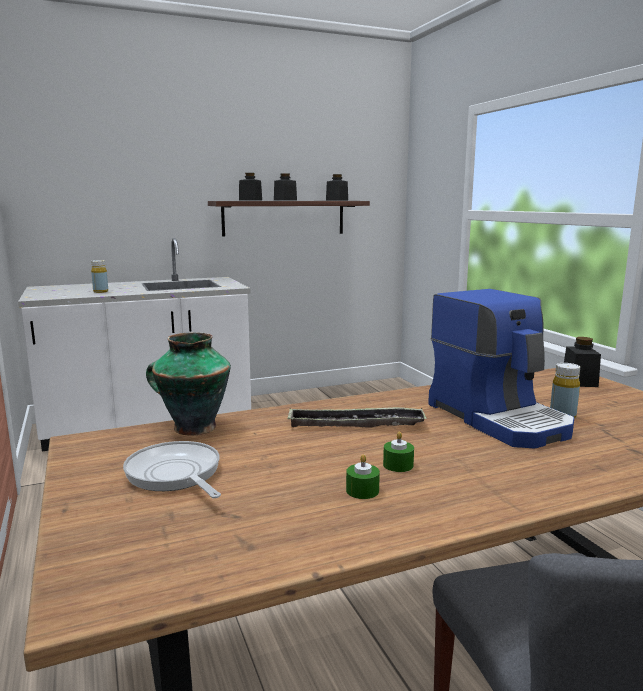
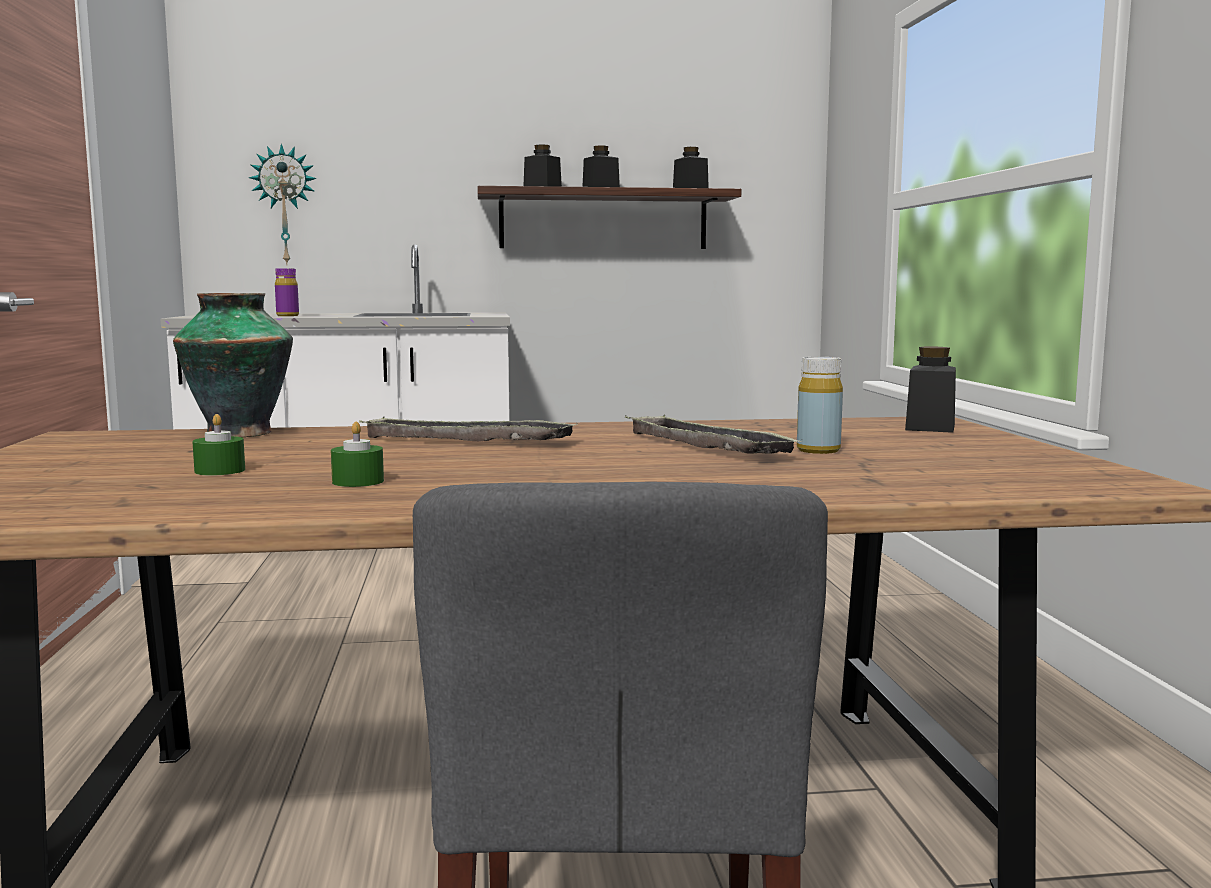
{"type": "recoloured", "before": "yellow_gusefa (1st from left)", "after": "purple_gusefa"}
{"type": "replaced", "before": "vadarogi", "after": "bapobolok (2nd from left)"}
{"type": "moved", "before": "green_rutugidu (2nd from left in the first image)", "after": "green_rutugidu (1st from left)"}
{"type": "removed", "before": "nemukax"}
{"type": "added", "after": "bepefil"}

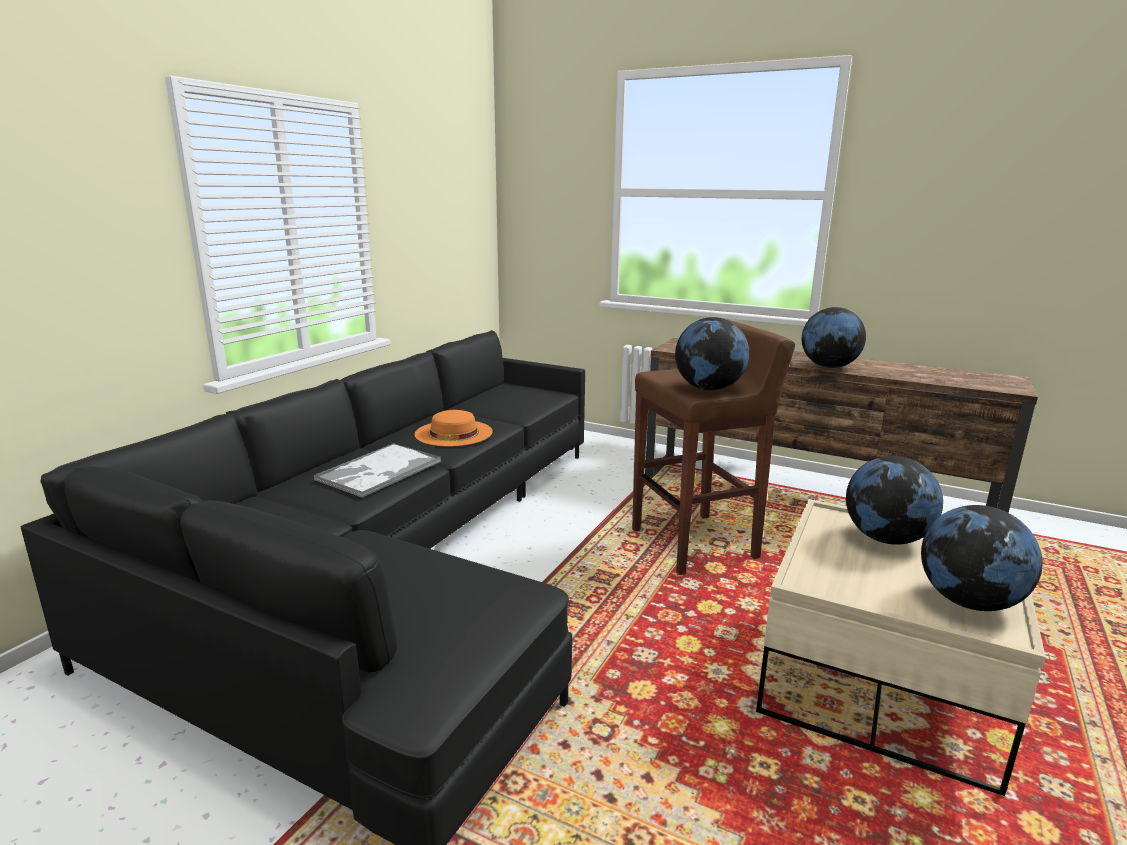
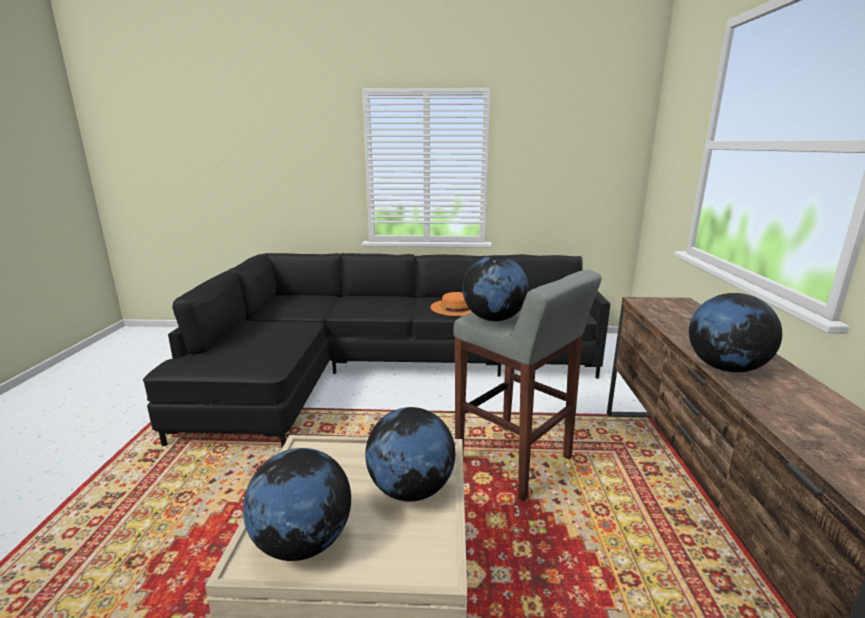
{"type": "recoloured", "before": "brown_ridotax", "after": "grey_ridotax"}
{"type": "removed", "before": "bapobolok"}

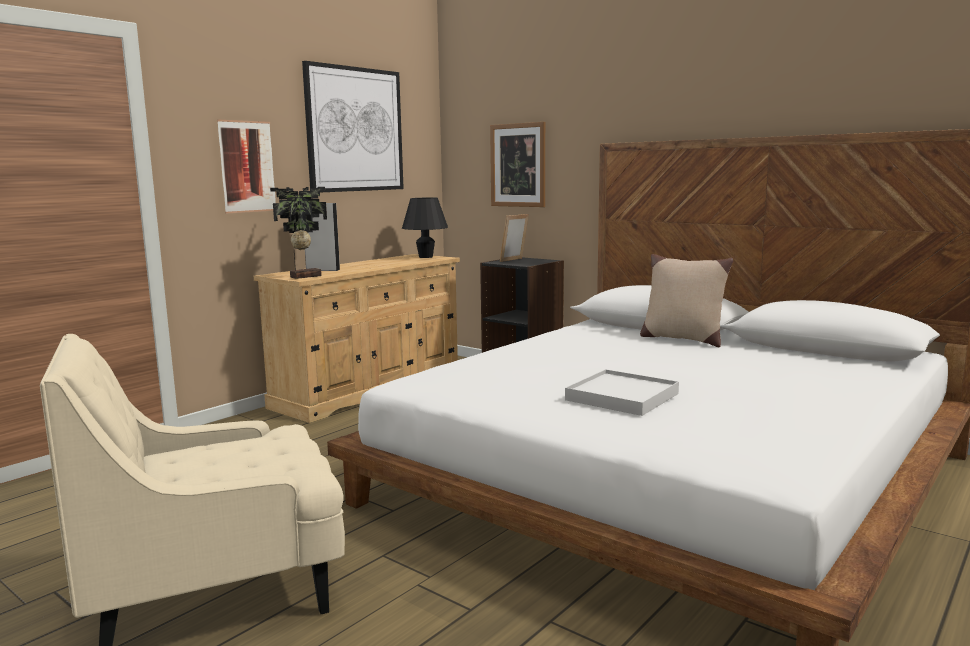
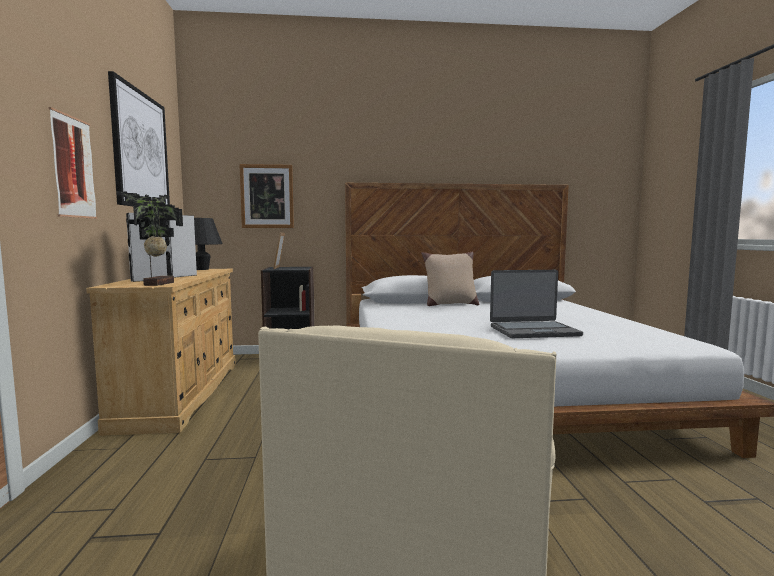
{"type": "replaced", "before": "white_bapobolok", "after": "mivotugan"}
{"type": "added", "after": "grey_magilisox (2nd from left)"}

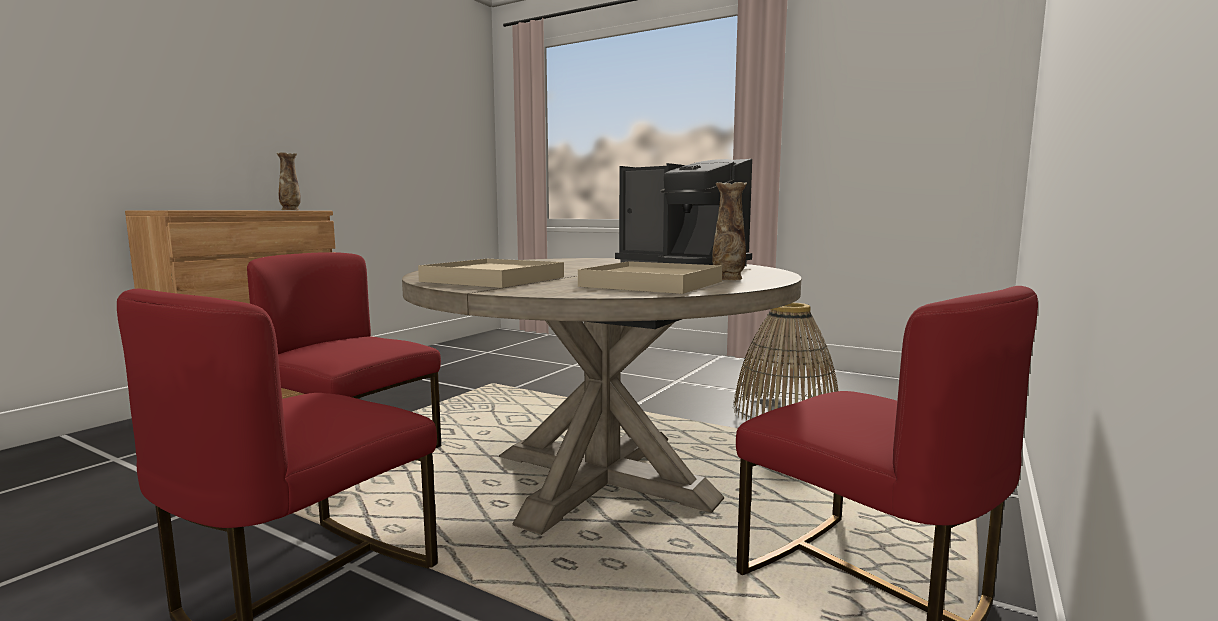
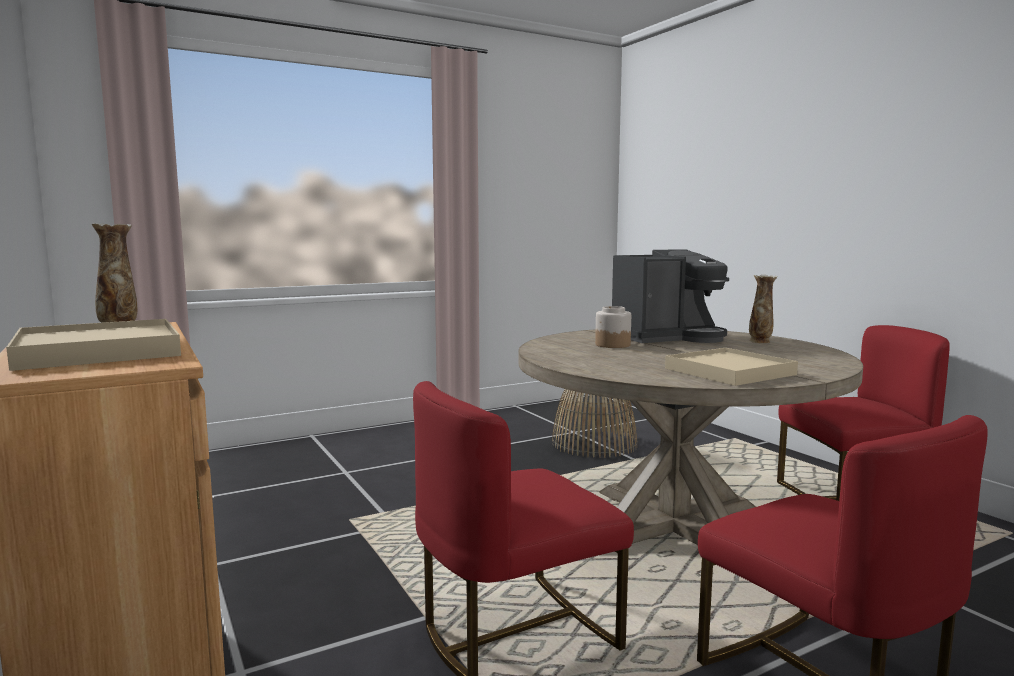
{"type": "moved", "before": "beige_bapobolok (2nd from left in the first image)", "after": "beige_bapobolok (1st from left)"}
{"type": "added", "after": "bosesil"}

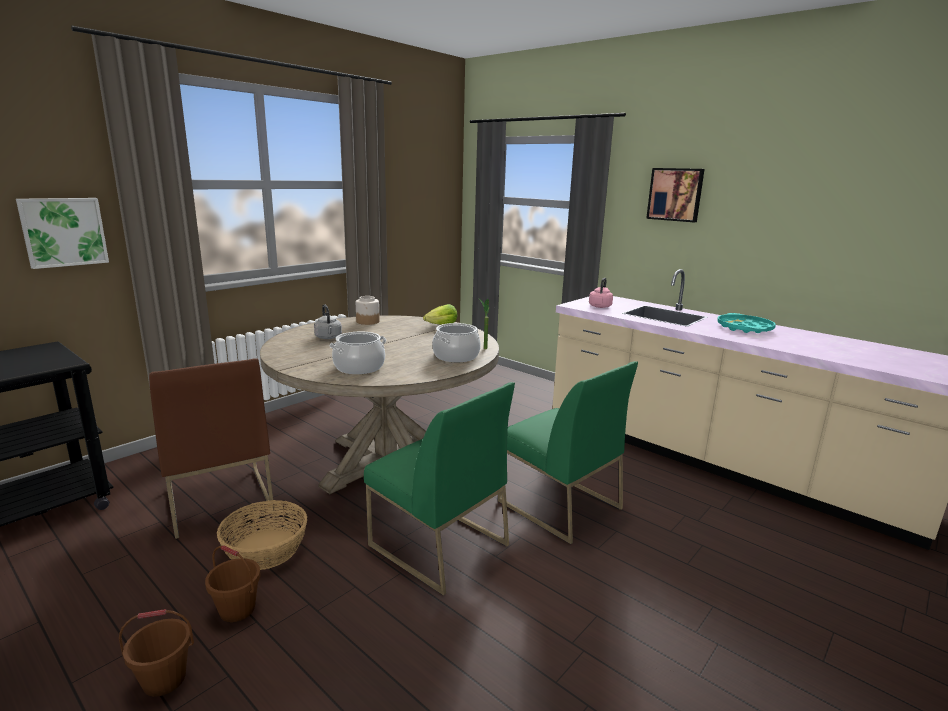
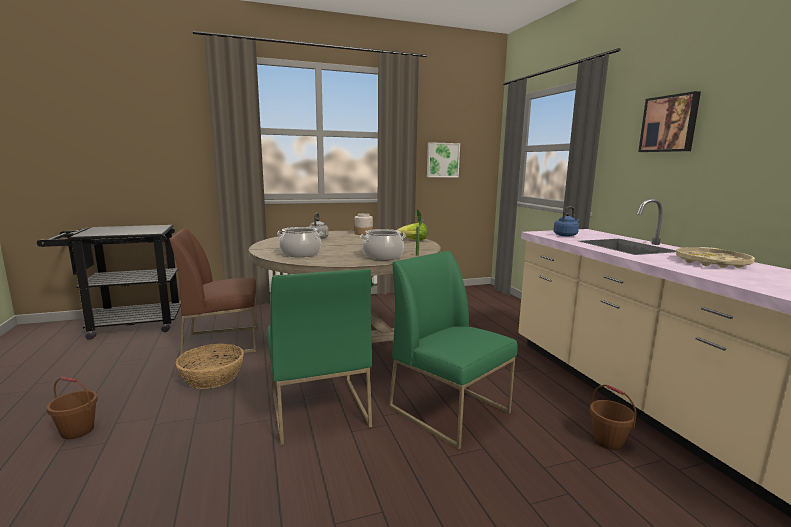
{"type": "moved", "before": "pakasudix (1st from left)"}
{"type": "recoloured", "before": "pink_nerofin", "after": "blue_nerofin"}
{"type": "recoloured", "before": "turquoise_bapobolok", "after": "beige_bapobolok"}
{"type": "turned", "before": "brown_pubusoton", "turn": 75}
{"type": "turned", "before": "green_pubusoton (2nd from left)", "turn": 150}
{"type": "moved", "before": "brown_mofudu (2nd from left)"}

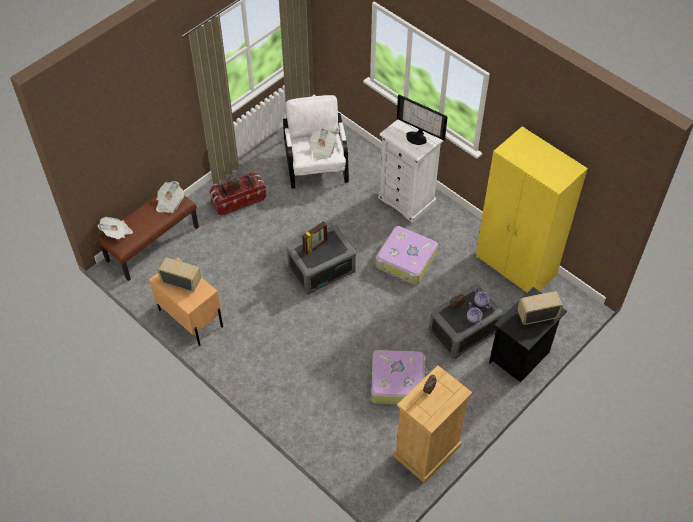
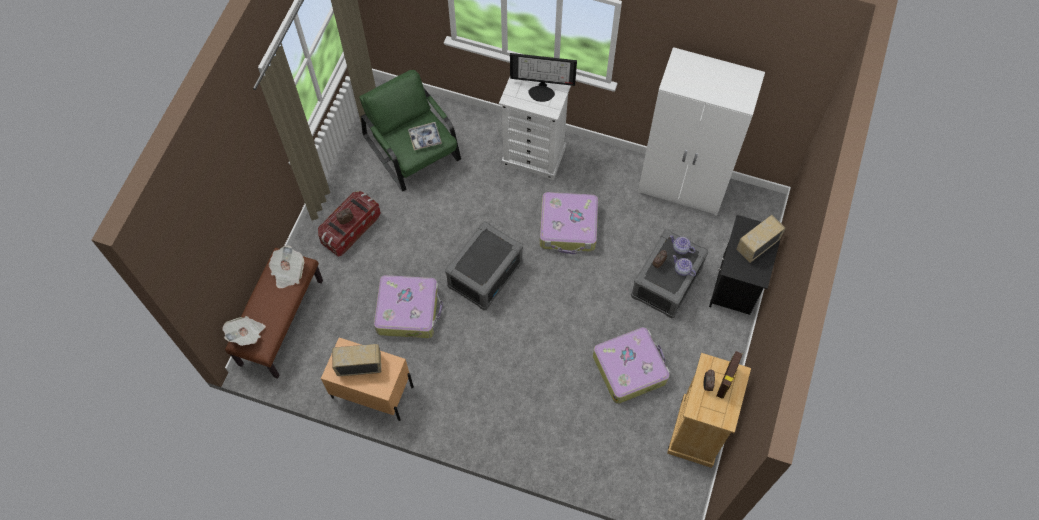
{"type": "recoloured", "before": "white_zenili", "after": "green_zenili"}
{"type": "recoloured", "before": "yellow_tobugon", "after": "white_tobugon"}
{"type": "replaced", "before": "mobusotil (3rd from left)", "after": "bapobolok"}
{"type": "moved", "before": "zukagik"}
{"type": "added", "after": "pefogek (1st from left)"}

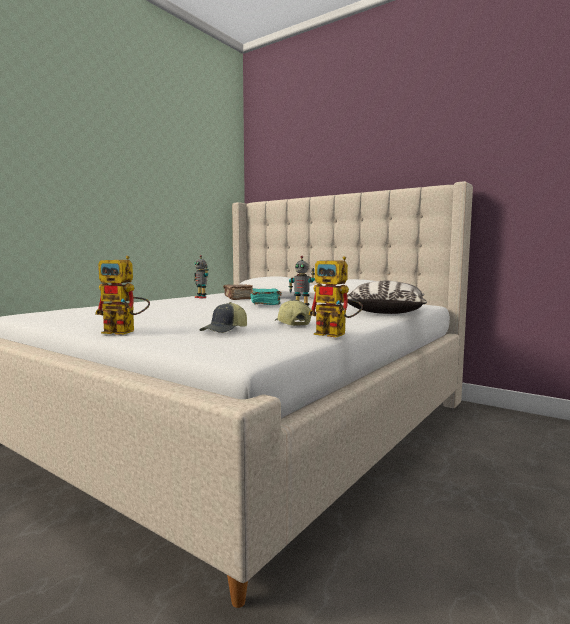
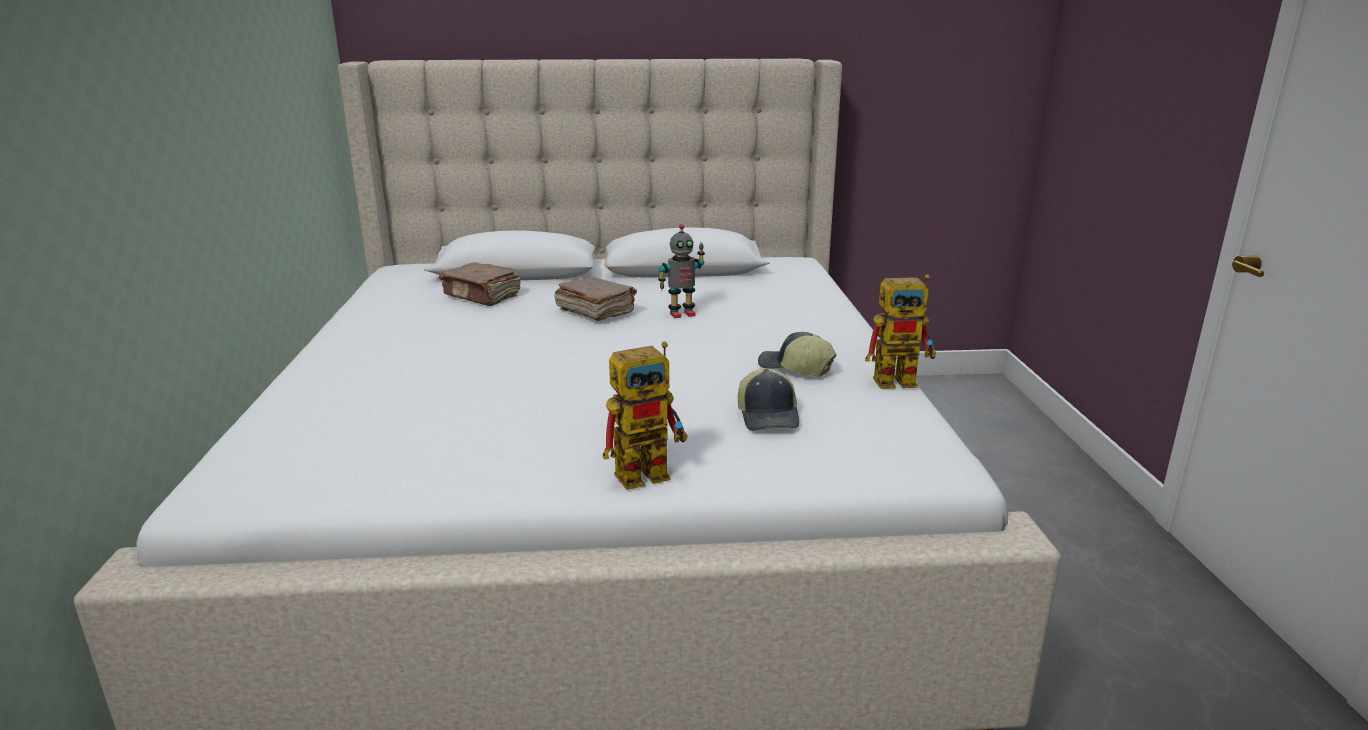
{"type": "removed", "before": "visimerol (2nd from left)"}
{"type": "removed", "before": "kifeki"}
{"type": "recoloured", "before": "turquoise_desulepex", "after": "brown_desulepex (2nd from left)"}

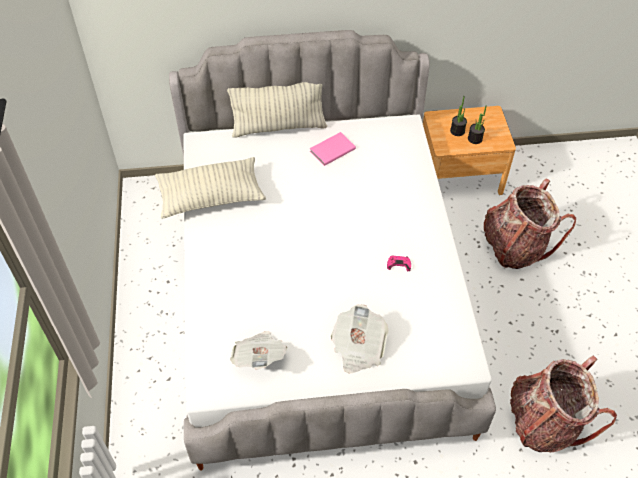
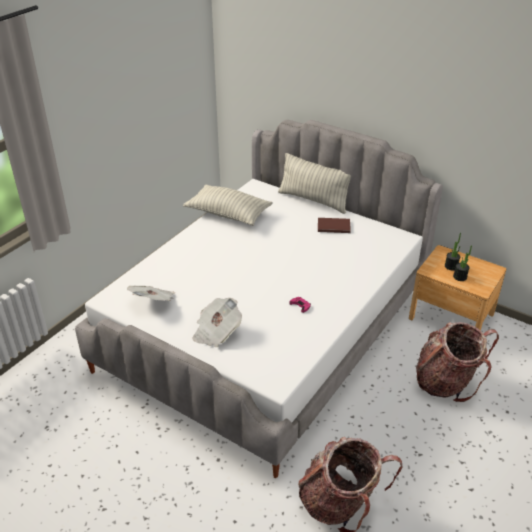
{"type": "recoloured", "before": "pink_desulepex", "after": "brown_desulepex"}

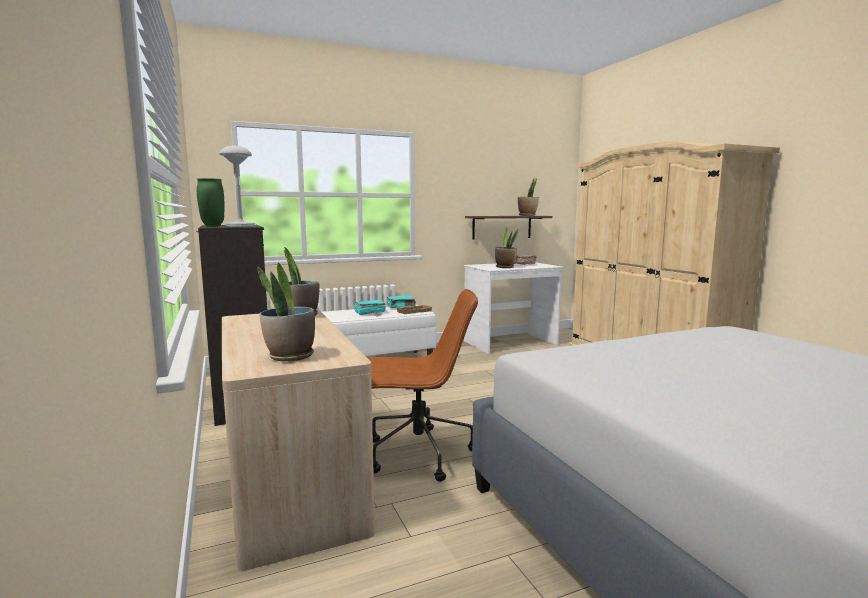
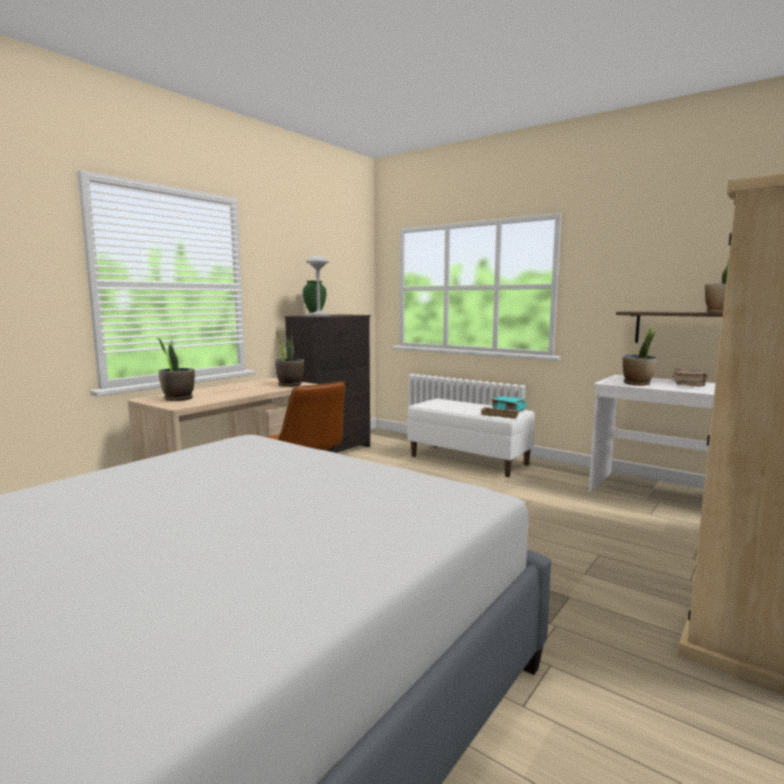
{"type": "removed", "before": "turquoise_desulepex (1st from left)"}

